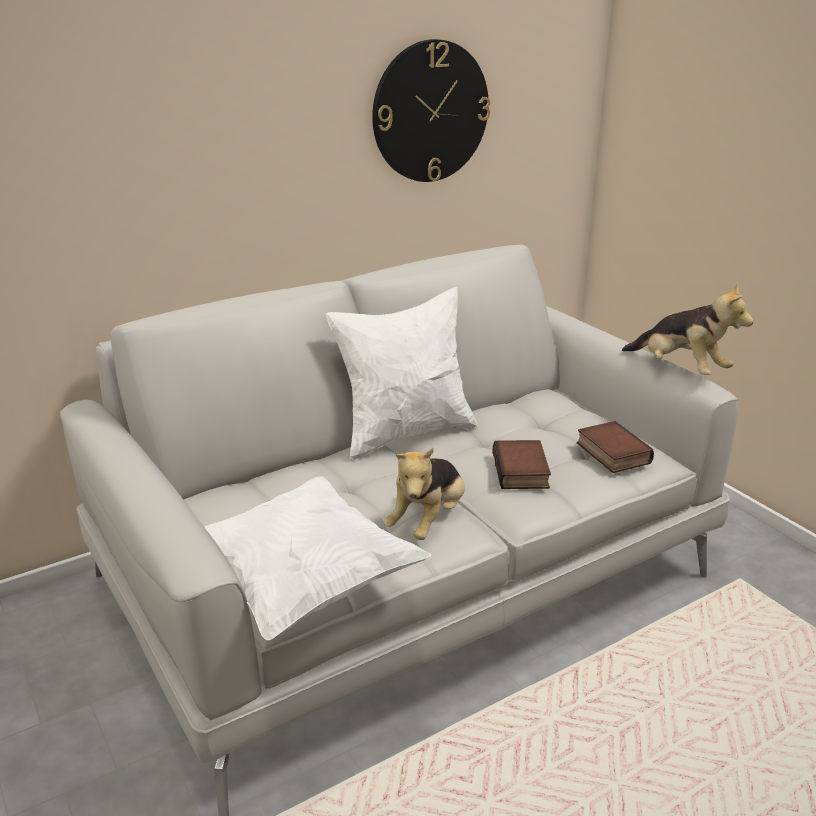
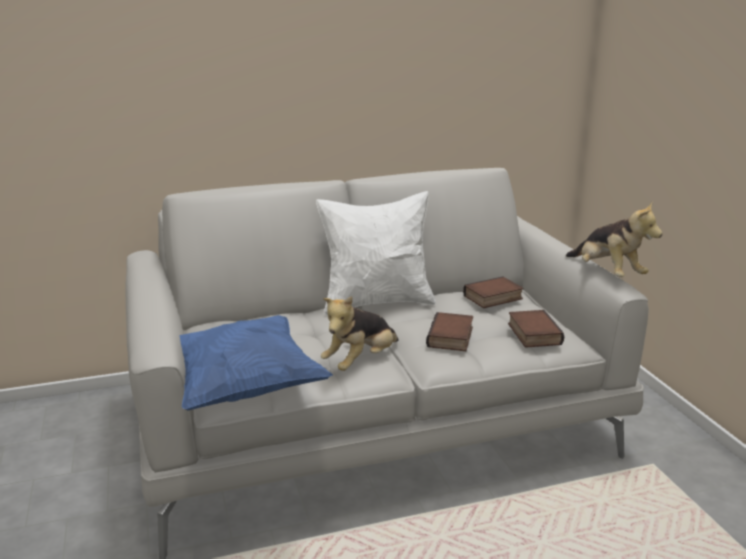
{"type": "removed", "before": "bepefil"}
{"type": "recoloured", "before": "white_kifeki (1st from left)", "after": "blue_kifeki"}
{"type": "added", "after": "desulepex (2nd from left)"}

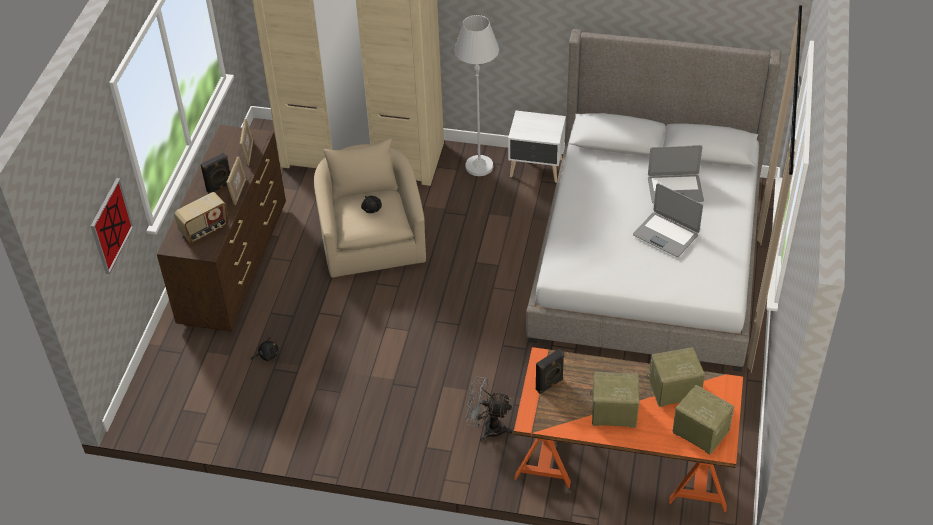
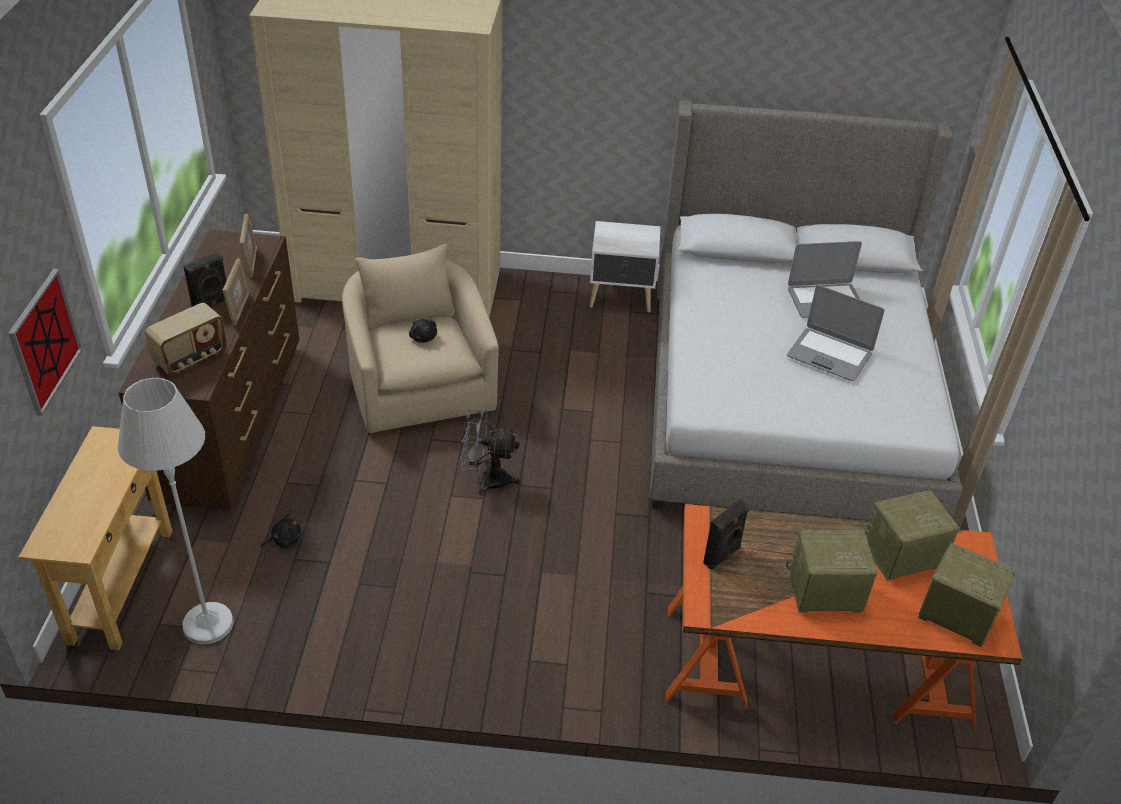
{"type": "moved", "before": "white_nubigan"}
{"type": "moved", "before": "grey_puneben"}
{"type": "added", "after": "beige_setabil"}

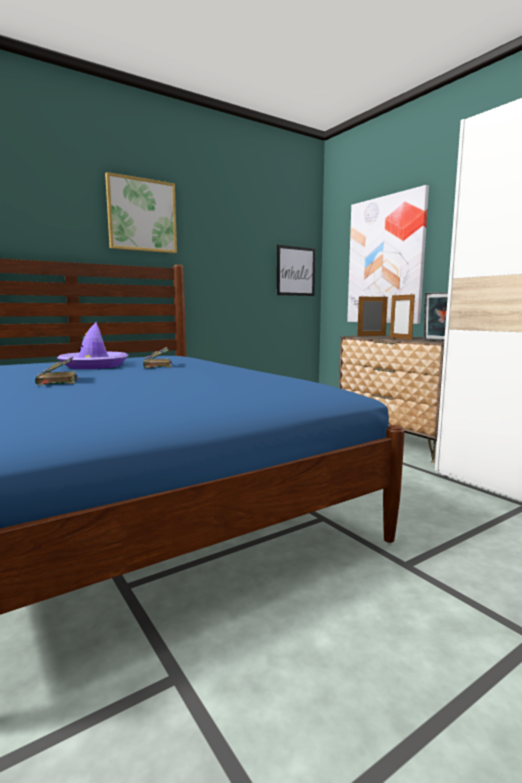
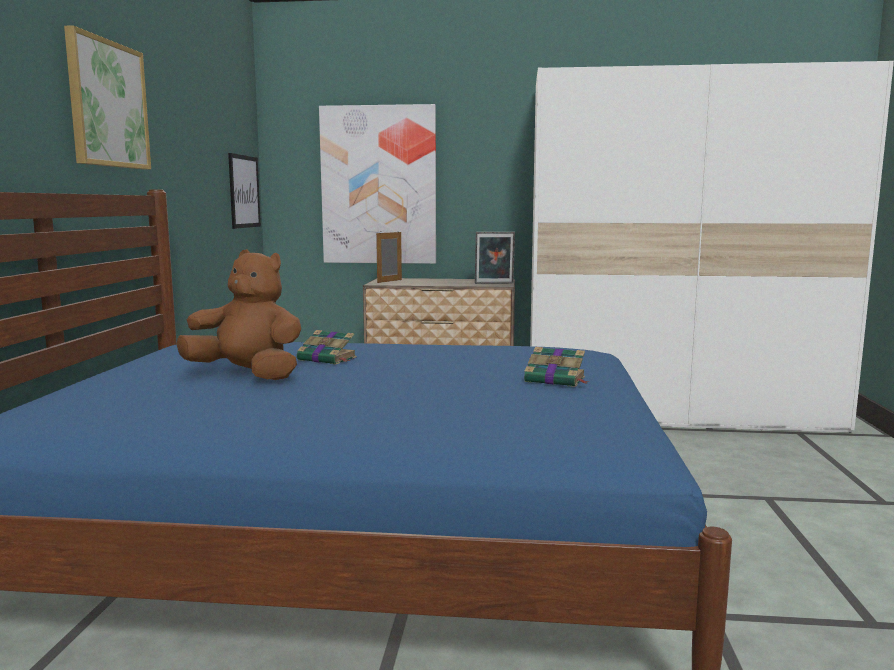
{"type": "removed", "before": "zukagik (2nd from left)"}
{"type": "replaced", "before": "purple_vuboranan", "after": "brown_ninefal"}
{"type": "moved", "before": "desulepex (1st from left in the first image)", "after": "desulepex (2nd from left)"}

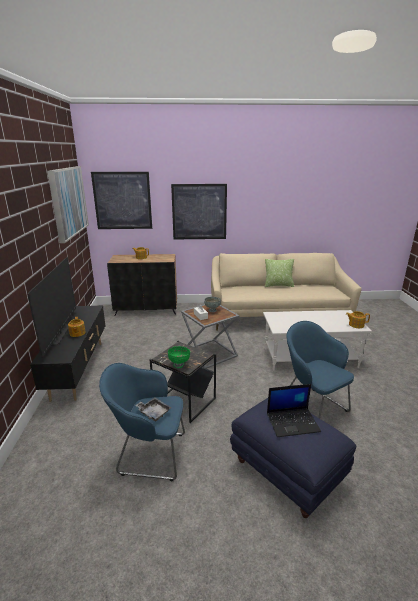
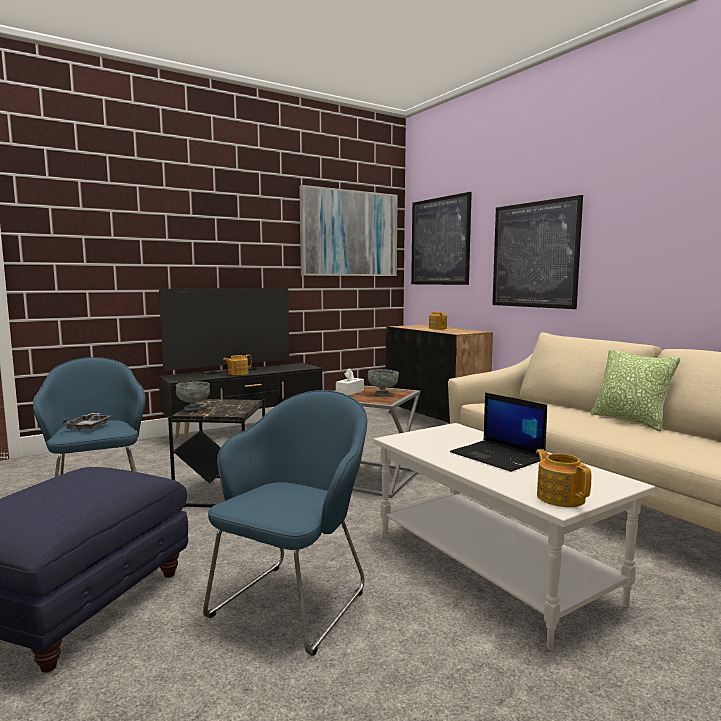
{"type": "recoloured", "before": "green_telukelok", "after": "grey_telukelok (1st from left)"}
{"type": "moved", "before": "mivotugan"}

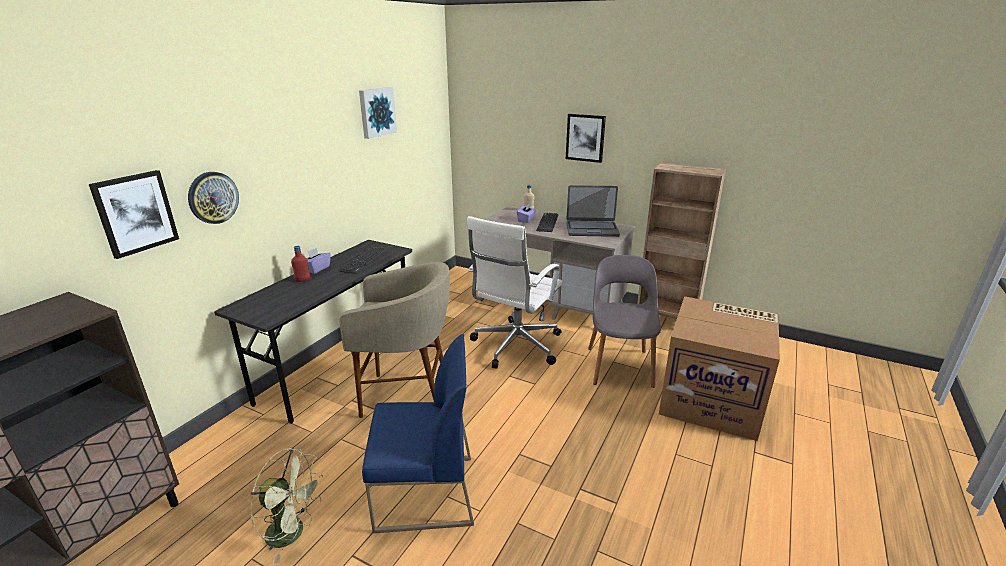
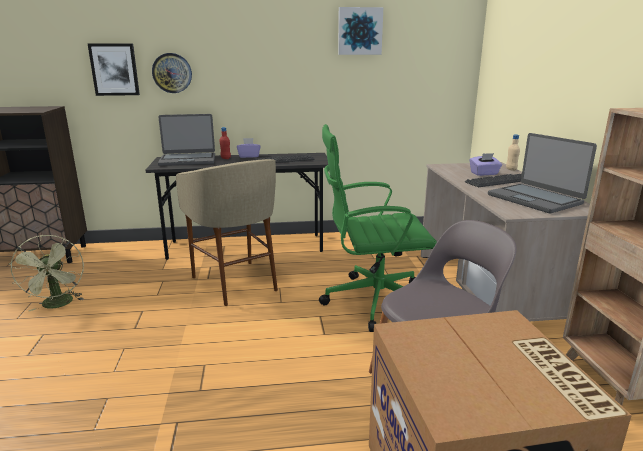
{"type": "removed", "before": "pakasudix (3rd from left)"}
{"type": "recoloured", "before": "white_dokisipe", "after": "green_dokisipe"}
{"type": "removed", "before": "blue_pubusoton"}
{"type": "added", "after": "mivotugan (1st from left)"}

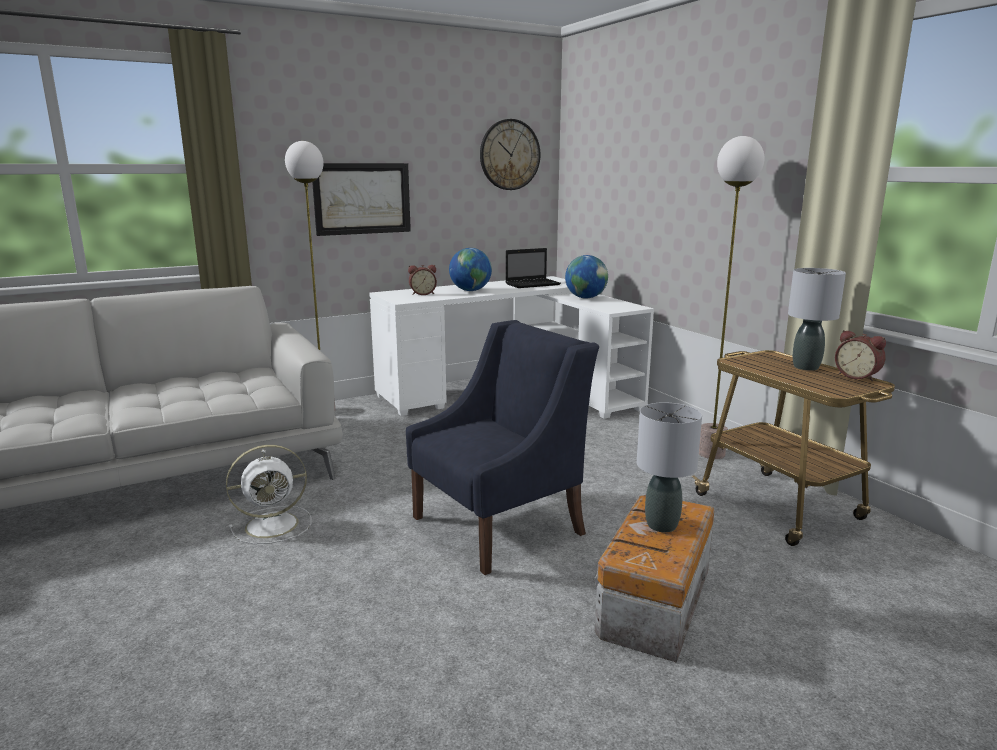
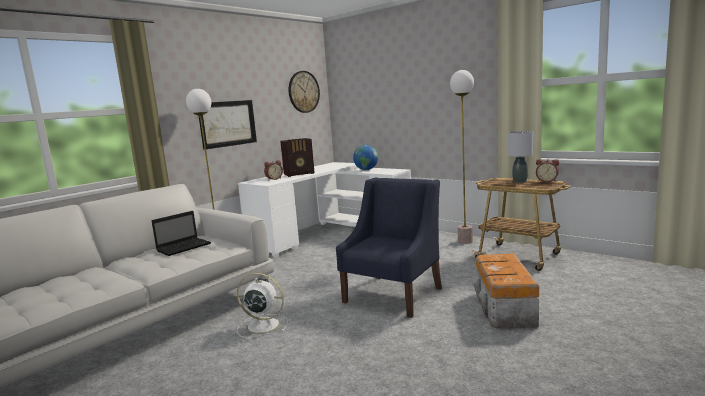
{"type": "replaced", "before": "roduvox (1st from left)", "after": "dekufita"}
{"type": "moved", "before": "mivotugan"}
{"type": "removed", "before": "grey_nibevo (1st from left)"}
{"type": "turned", "before": "white_puneben", "turn": -120}

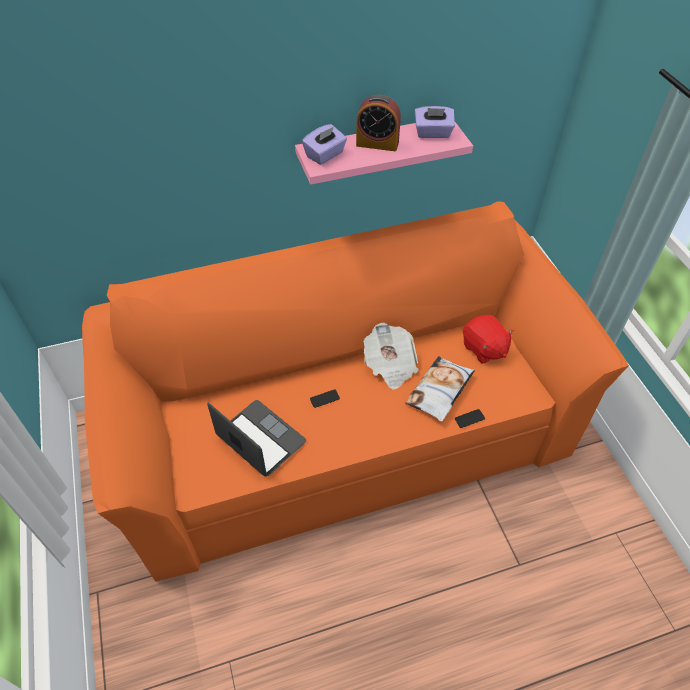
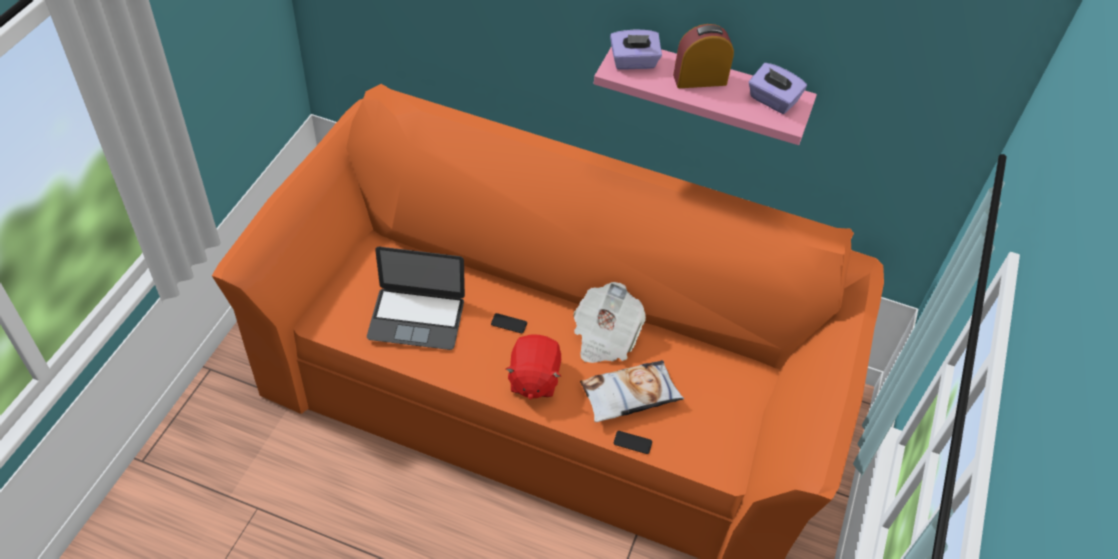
{"type": "turned", "before": "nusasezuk", "turn": 120}
{"type": "moved", "before": "red_ninefal"}
{"type": "turned", "before": "mivotugan", "turn": 105}

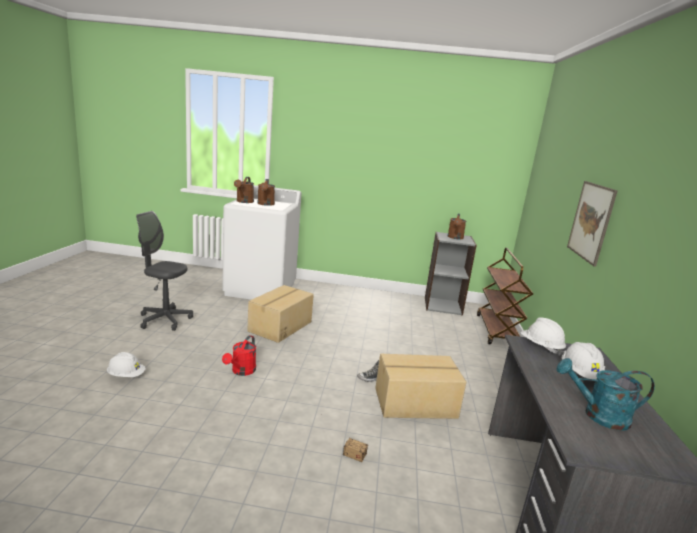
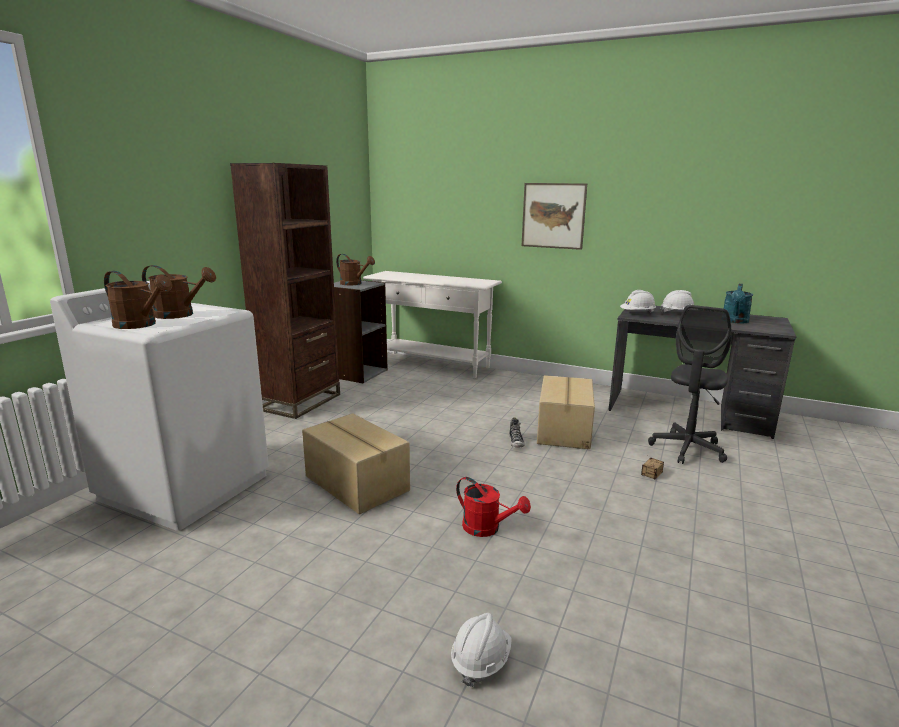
{"type": "moved", "before": "grey_dokisipe"}
{"type": "replaced", "before": "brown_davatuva", "after": "white_setabil"}
{"type": "added", "after": "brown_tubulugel"}

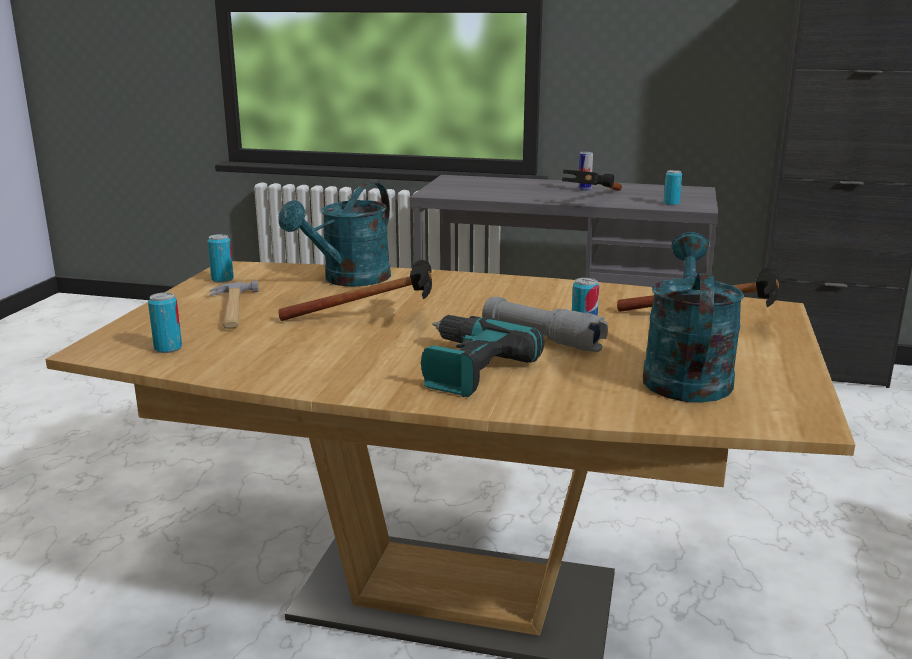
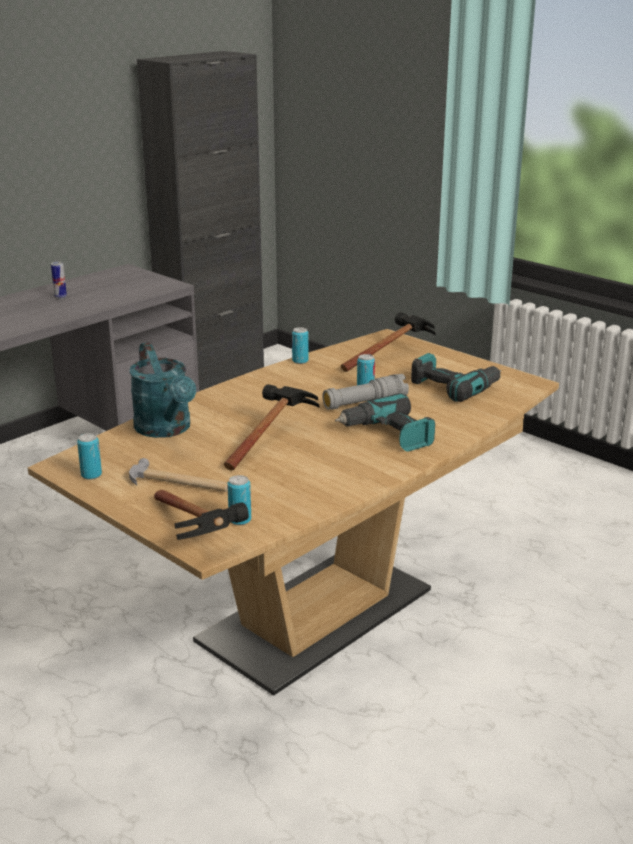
{"type": "moved", "before": "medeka (3rd from left in the first image)", "after": "medeka (2nd from left)"}
{"type": "moved", "before": "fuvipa (5th from left in the first image)", "after": "fuvipa (4th from left)"}
{"type": "replaced", "before": "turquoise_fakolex (2nd from left)", "after": "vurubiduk (2nd from left)"}

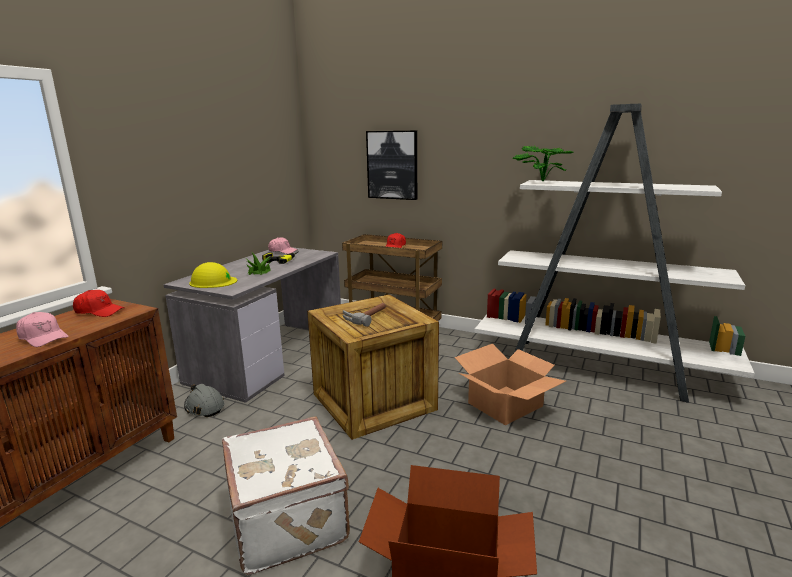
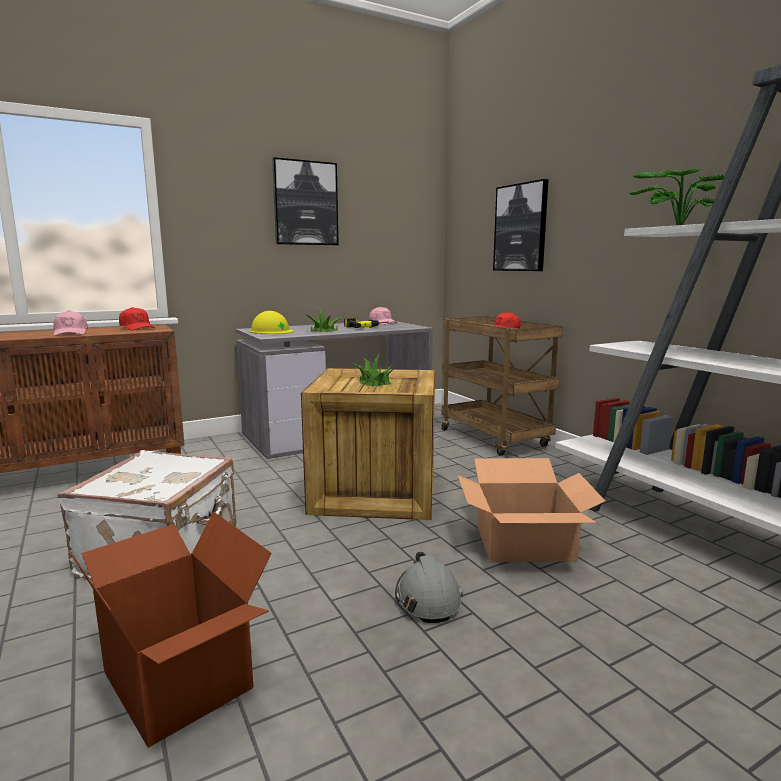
{"type": "replaced", "before": "medeka", "after": "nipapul (2nd from left)"}
{"type": "moved", "before": "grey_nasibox"}
{"type": "added", "after": "pakasudix (1st from left)"}

